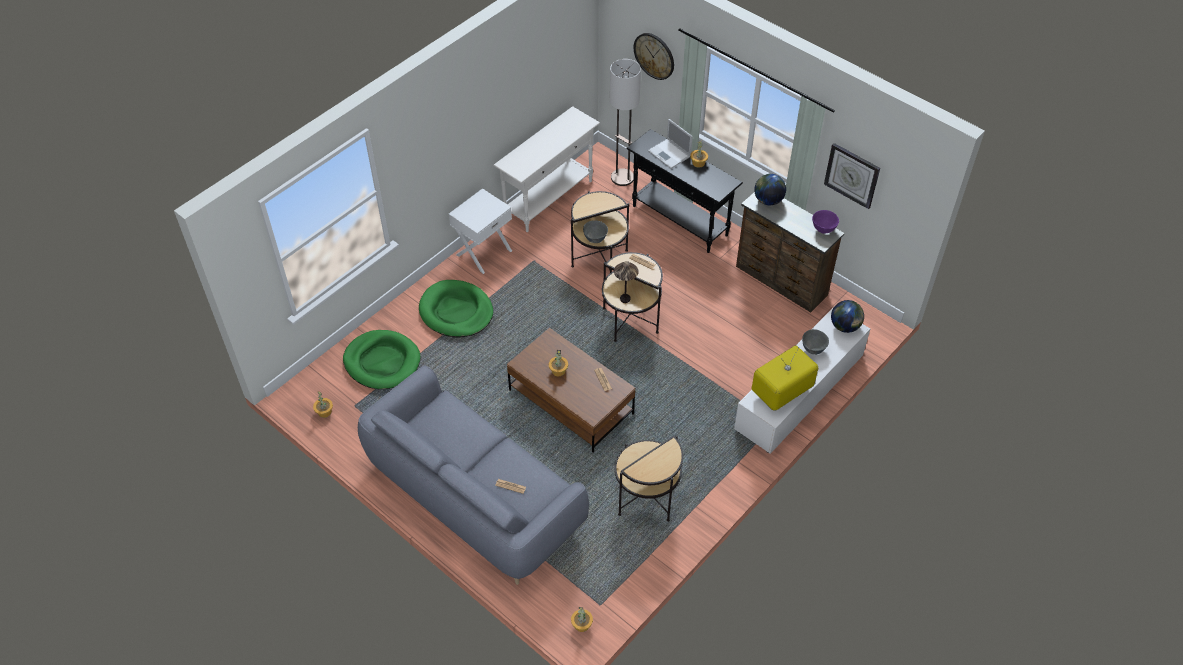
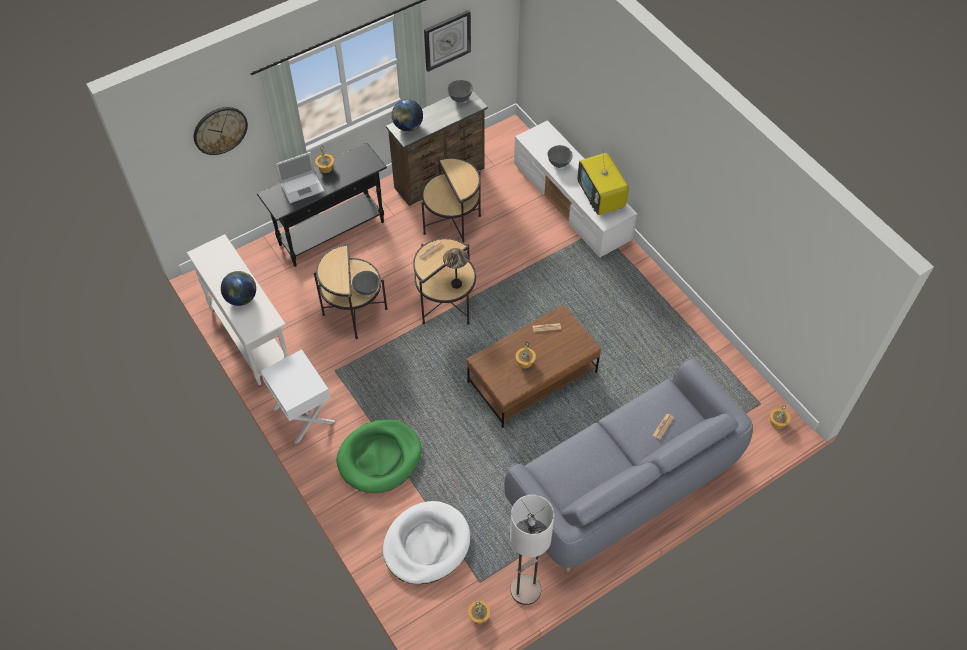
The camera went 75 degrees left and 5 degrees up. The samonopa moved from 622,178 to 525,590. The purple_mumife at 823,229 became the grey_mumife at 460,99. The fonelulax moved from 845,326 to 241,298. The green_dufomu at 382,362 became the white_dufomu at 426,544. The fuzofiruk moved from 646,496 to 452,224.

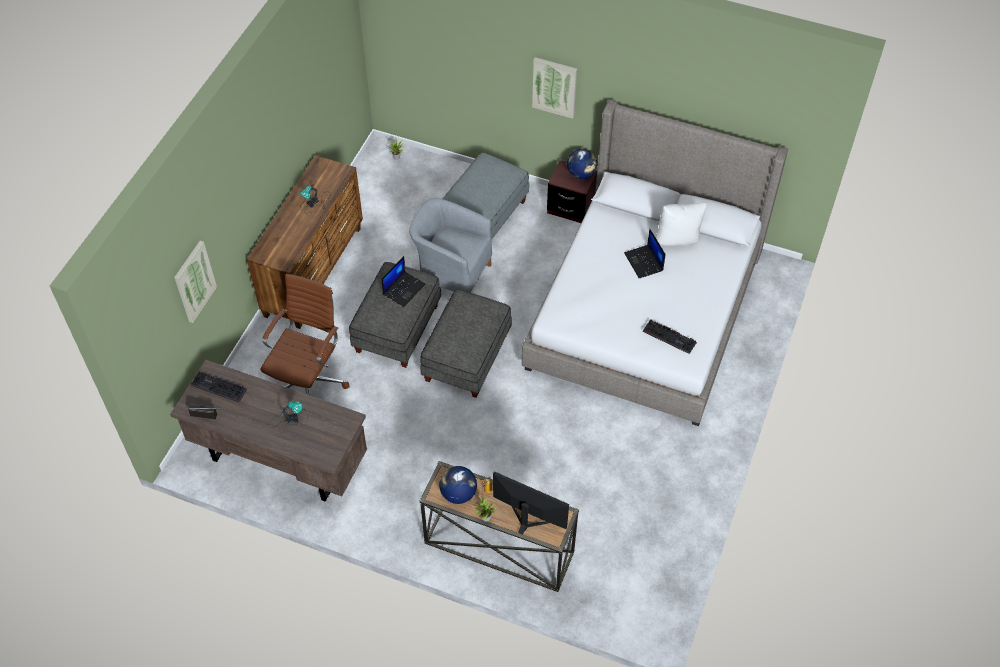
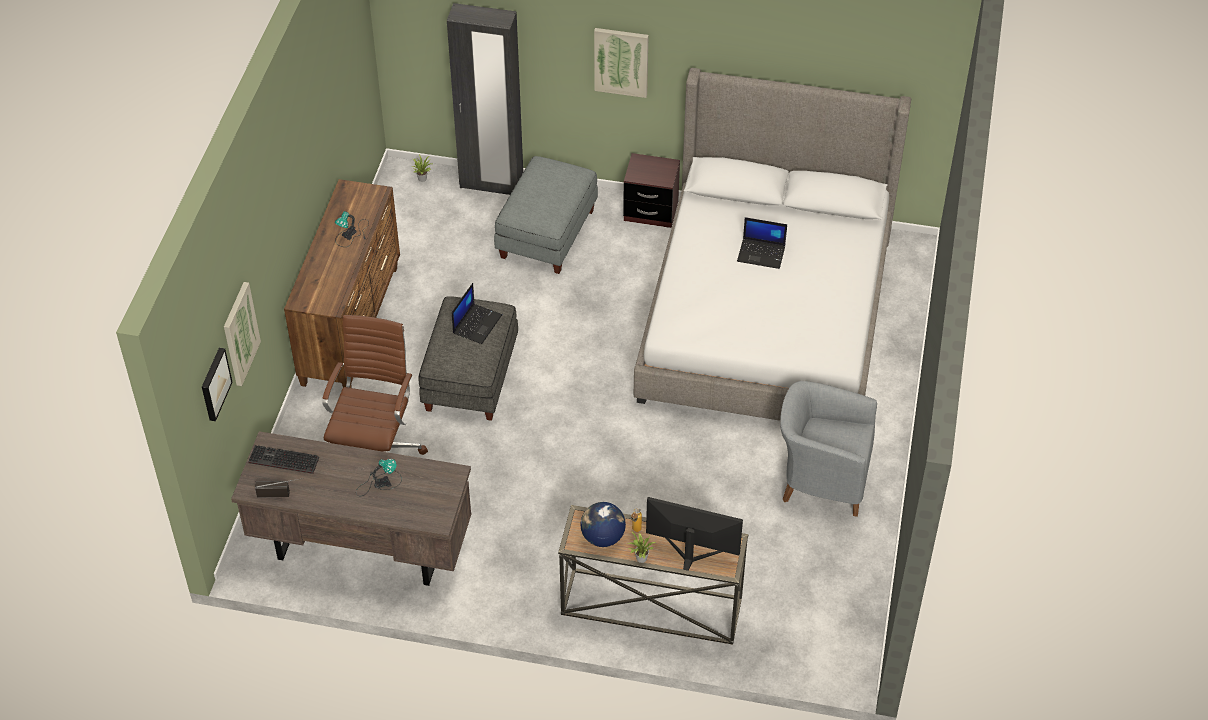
The camera went 10 degrees left and 5 degrees down. The fonelulax at 581,174 disappeared. The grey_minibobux moved from 451,274 to 821,479. The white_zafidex at 677,239 disappeared. The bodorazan at 644,262 turned 45 degrees counterclockwise. The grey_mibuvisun at 466,356 disappeared. The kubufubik at 670,337 disappeared. The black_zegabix at 491,184 appeared. The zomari at 214,384 appeared.

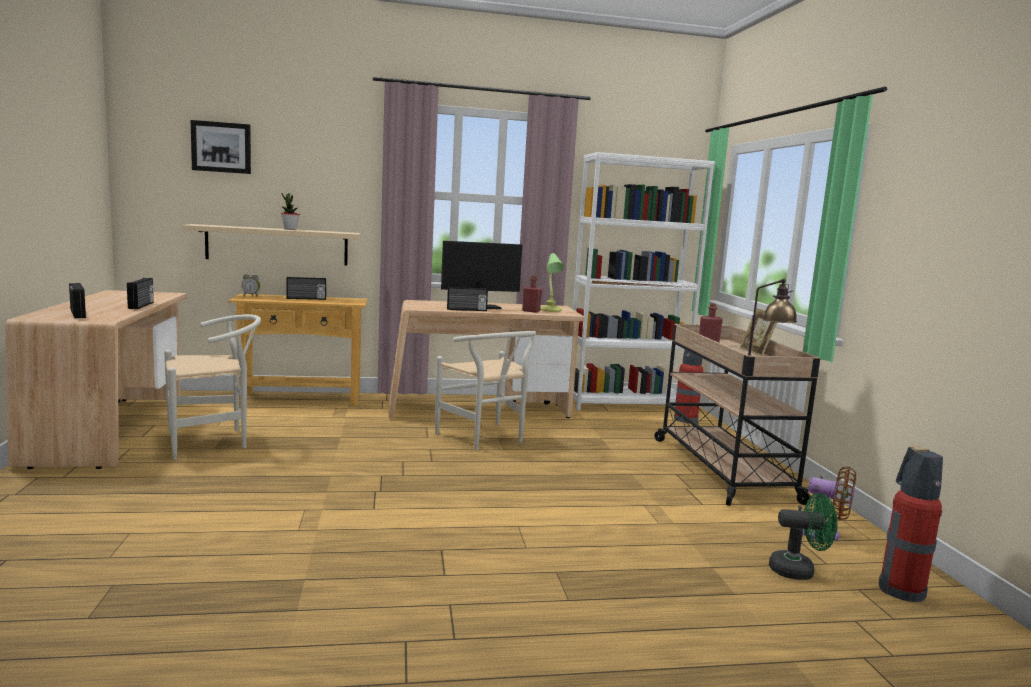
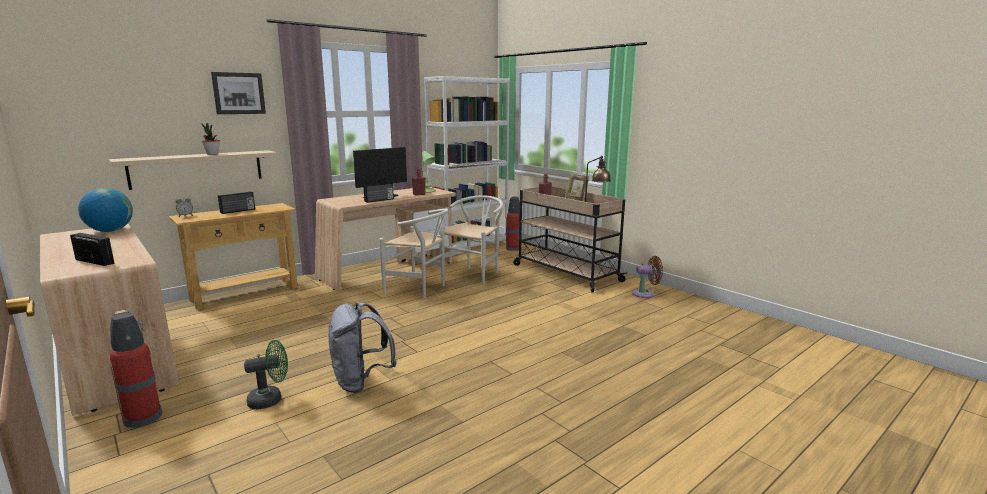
The camera went 30 degrees left and 5 degrees up. The zomari moved from 221,147 to 238,93. The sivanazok at 142,305 disappeared. The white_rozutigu moved from 214,441 to 474,274. The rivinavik moved from 900,589 to 143,417. The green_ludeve moved from 798,570 to 270,399. The fonelulax at 110,231 appeared. The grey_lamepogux at 361,382 appeared.

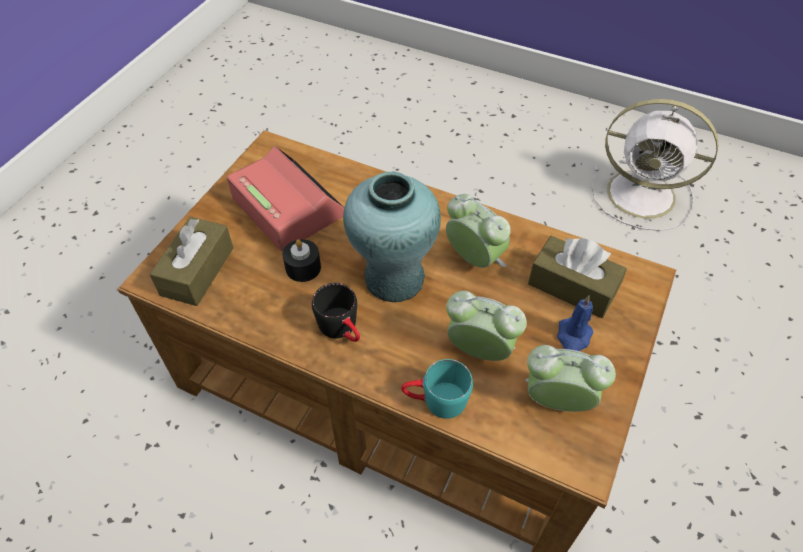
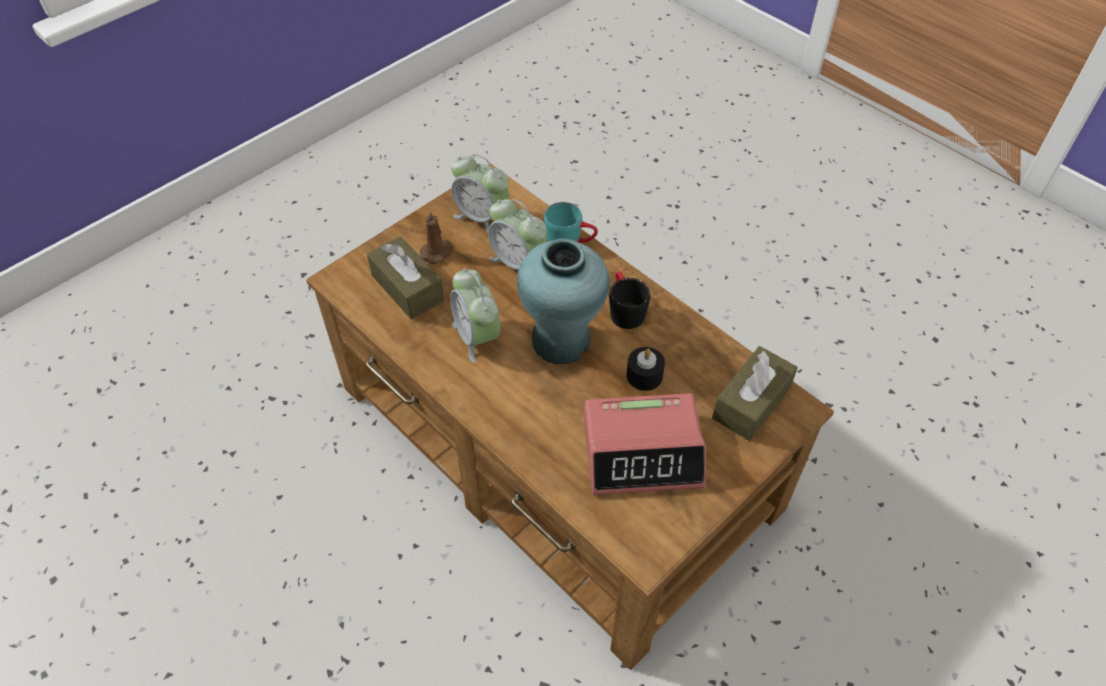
The camera went 160 degrees left and 0 degrees up. The white_ludeve at 644,195 disappeared. The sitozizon at 288,206 turned 75 degrees counterclockwise. The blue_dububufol at 573,337 became the brown_dububufol at 437,252.

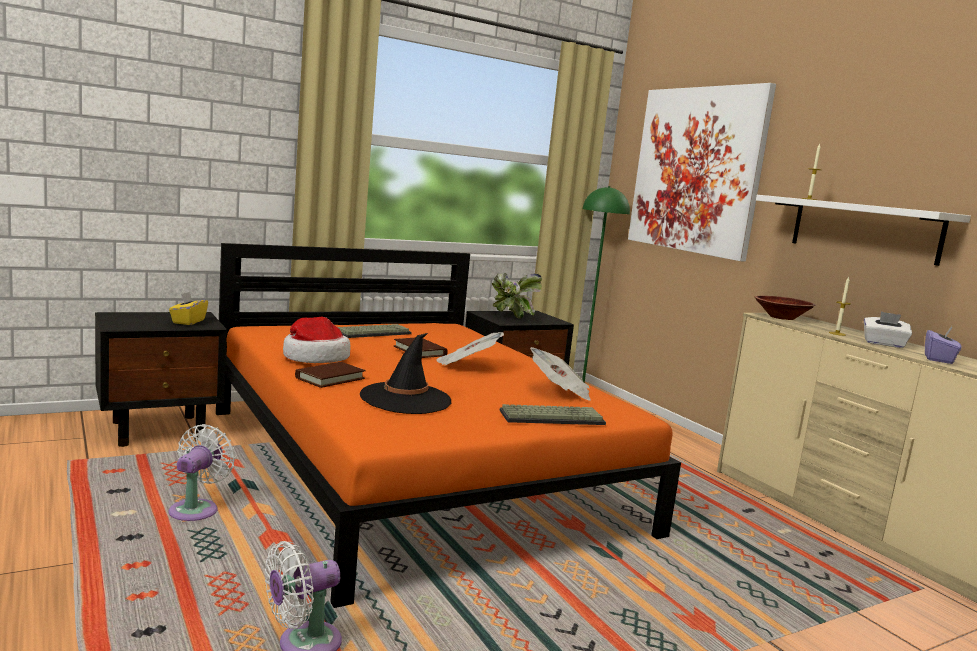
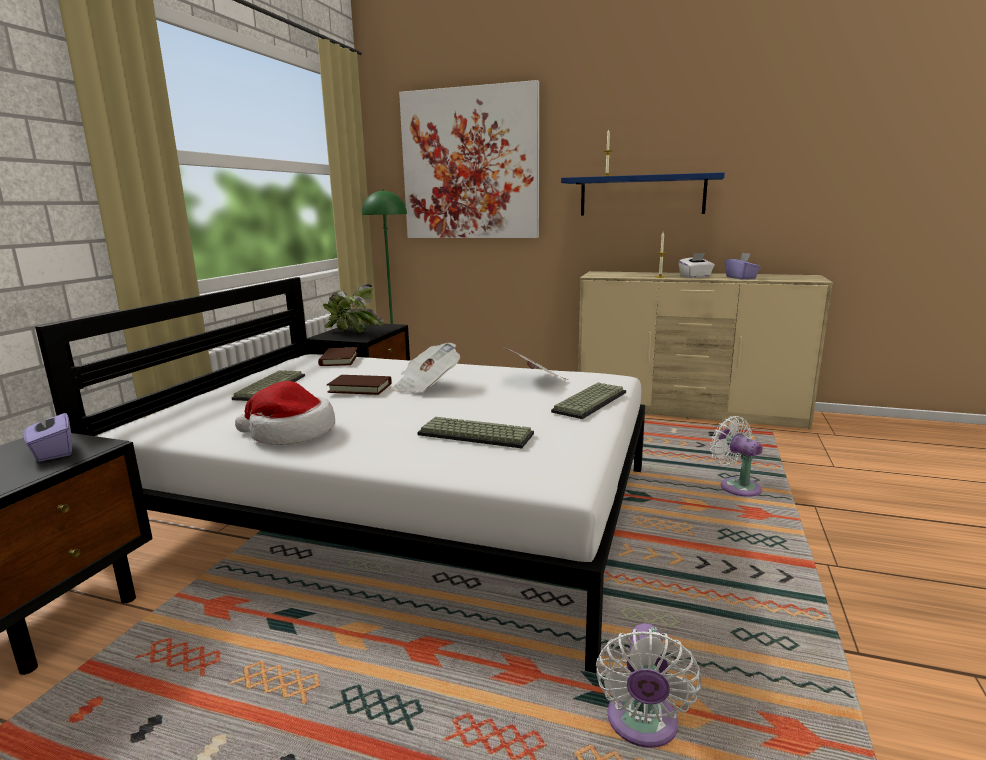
The camera went 40 degrees left and 5 degrees up. The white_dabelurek at 864,229 became the blue_dabelurek at 642,195. The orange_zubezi at 414,467 became the white_zubezi at 403,507. The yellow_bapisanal at 188,321 became the purple_bapisanal at 53,452. The brown_mumife at 781,317 disappeared. The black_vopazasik at 405,399 was replaced by the kubufubik at 473,435. The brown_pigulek moved from 330,378 to 339,360. The white_ludeve moved from 196,509 to 736,486.

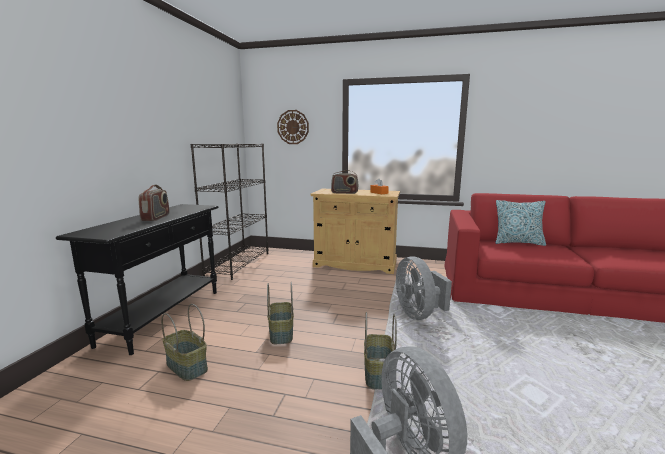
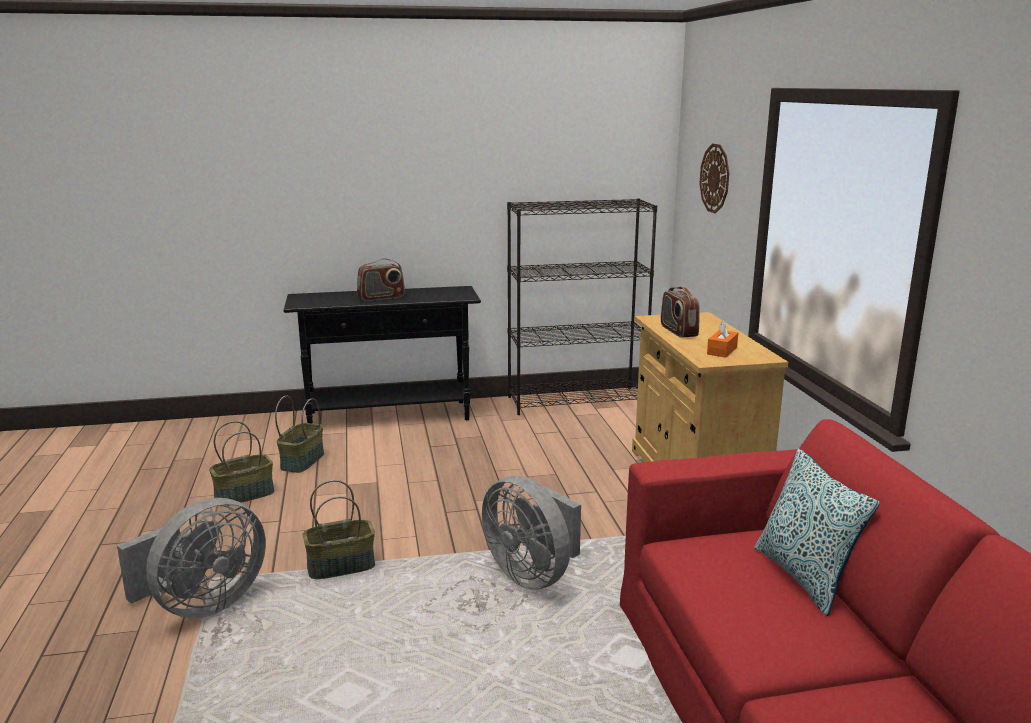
The camera went 65 degrees right and 5 degrees up. The grey_ludeve at 418,314 turned 90 degrees counterclockwise. The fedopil moved from 280,333 to 244,494.

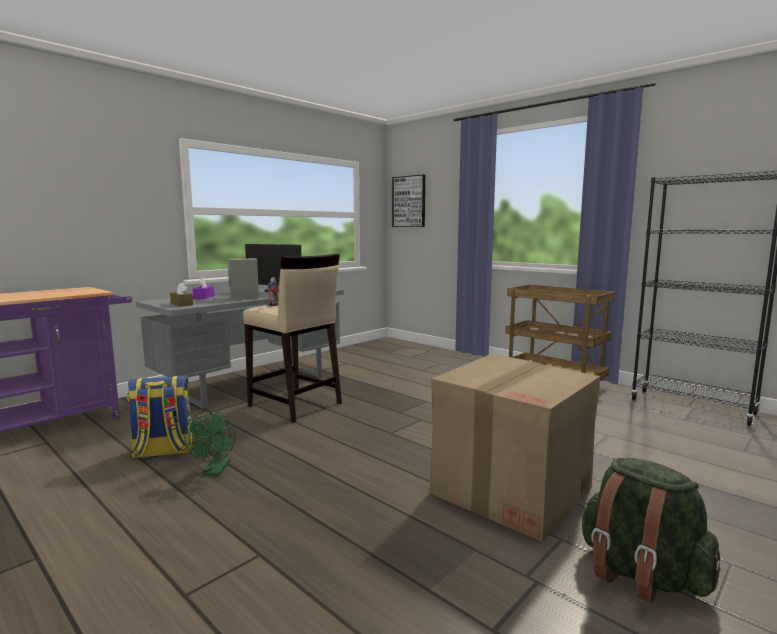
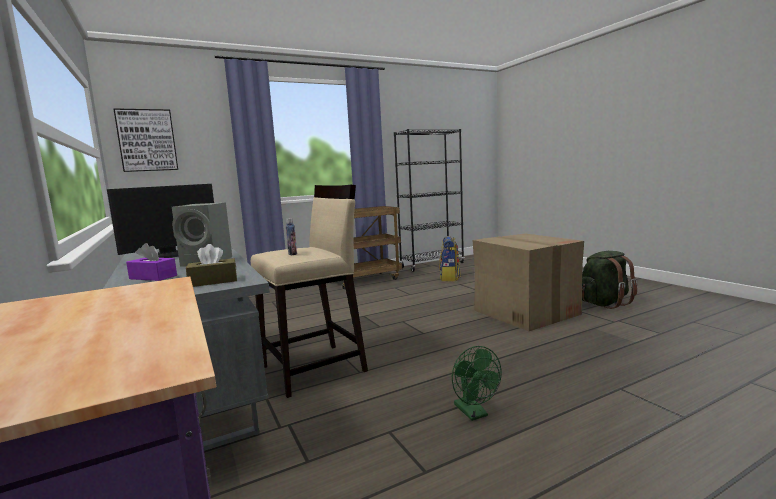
The camera went 70 degrees left and 0 degrees up. The lamepogux moved from 163,451 to 449,278. The green_ludeve at 215,471 turned 45 degrees clockwise.

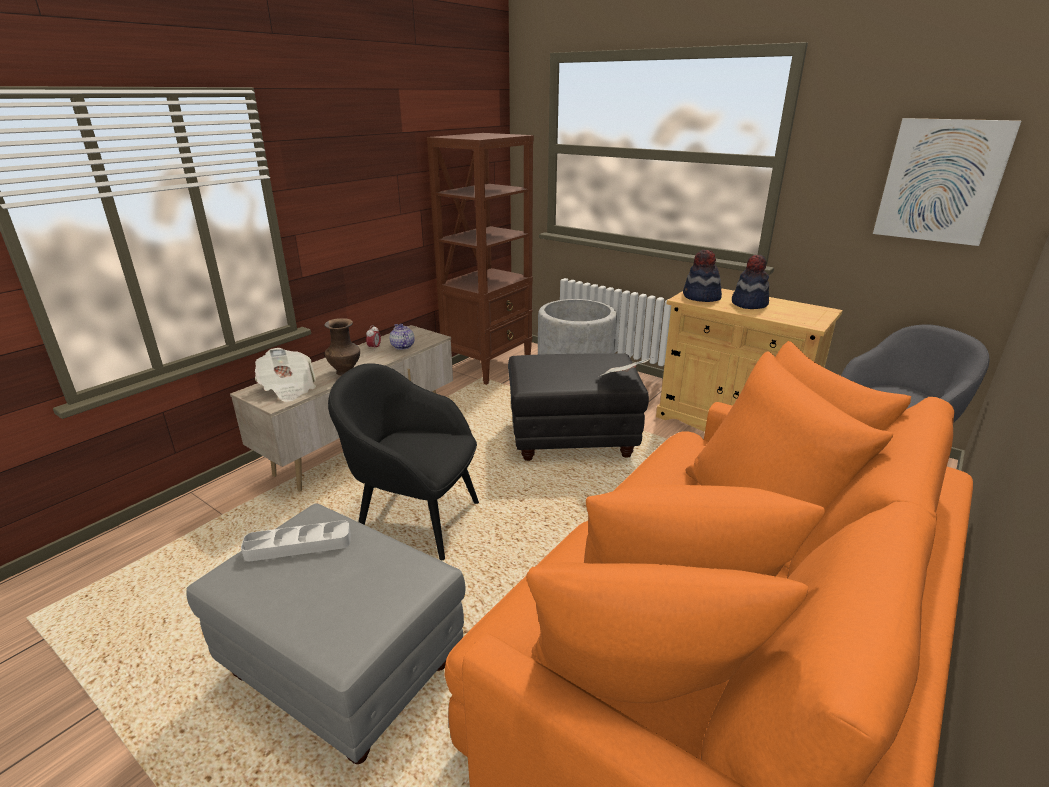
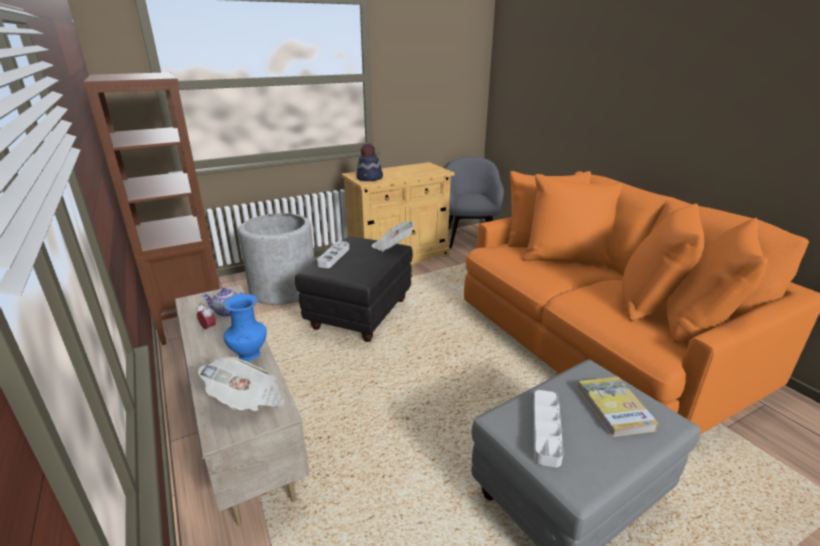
The camera went 65 degrees left and 0 degrees up. The zomari at 941,181 disappeared. The vopazasik at 749,304 disappeared. The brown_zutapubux at 345,372 became the blue_zutapubux at 249,354. The black_minibobux at 416,520 disappeared. The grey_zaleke at 334,257 appeared. The pigulek at 614,408 appeared.

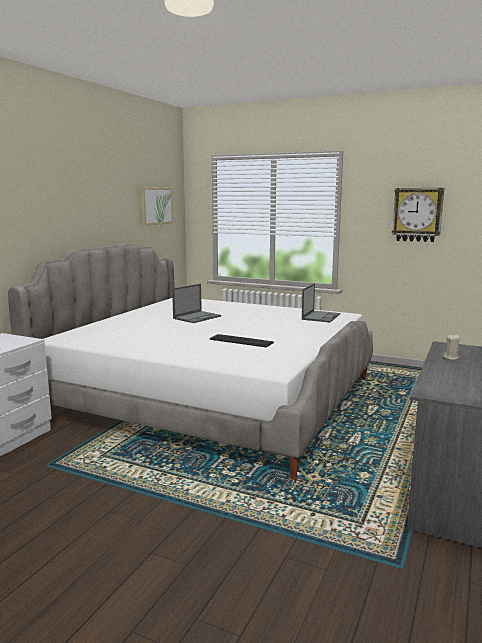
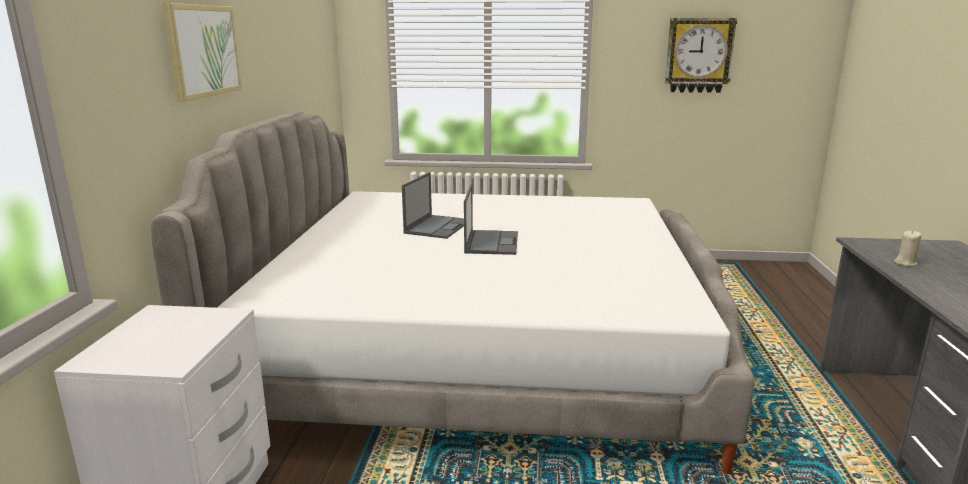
The camera went 20 degrees left and 5 degrees up. The zomari moved from 156,205 to 203,50. The bodorazan moved from 321,316 to 491,242. The kubufubik at 241,340 disappeared.

